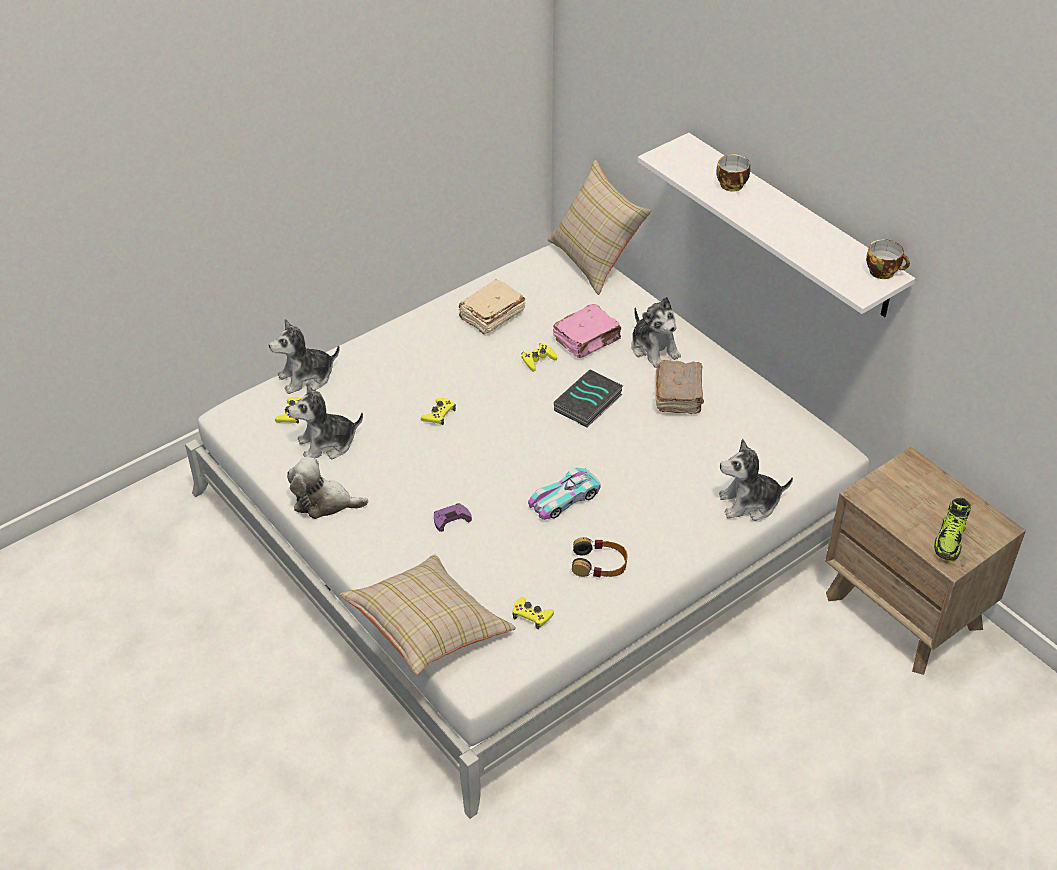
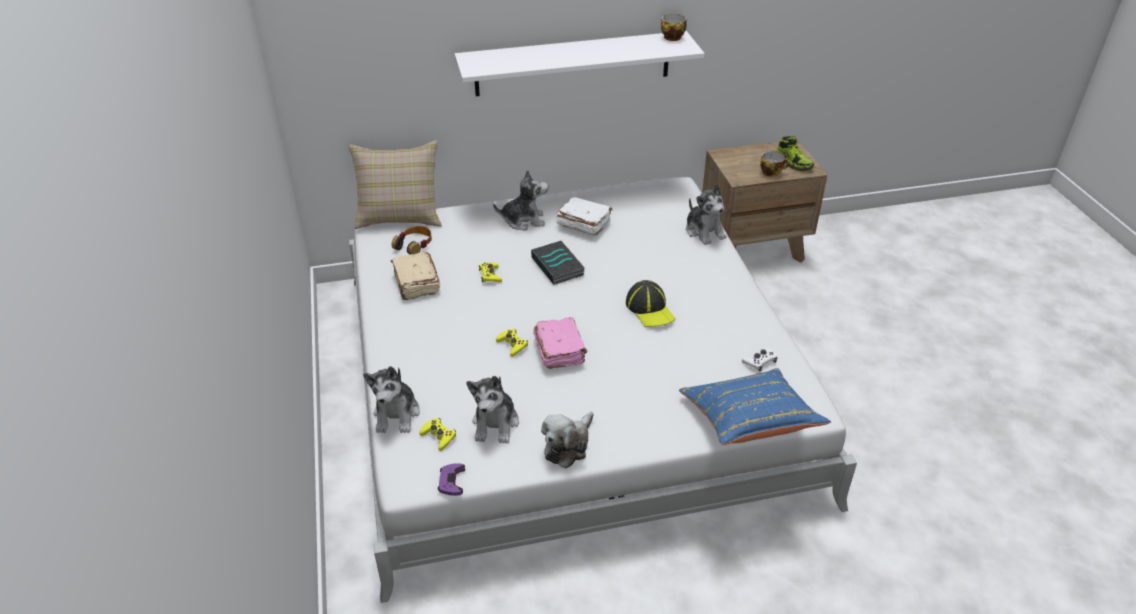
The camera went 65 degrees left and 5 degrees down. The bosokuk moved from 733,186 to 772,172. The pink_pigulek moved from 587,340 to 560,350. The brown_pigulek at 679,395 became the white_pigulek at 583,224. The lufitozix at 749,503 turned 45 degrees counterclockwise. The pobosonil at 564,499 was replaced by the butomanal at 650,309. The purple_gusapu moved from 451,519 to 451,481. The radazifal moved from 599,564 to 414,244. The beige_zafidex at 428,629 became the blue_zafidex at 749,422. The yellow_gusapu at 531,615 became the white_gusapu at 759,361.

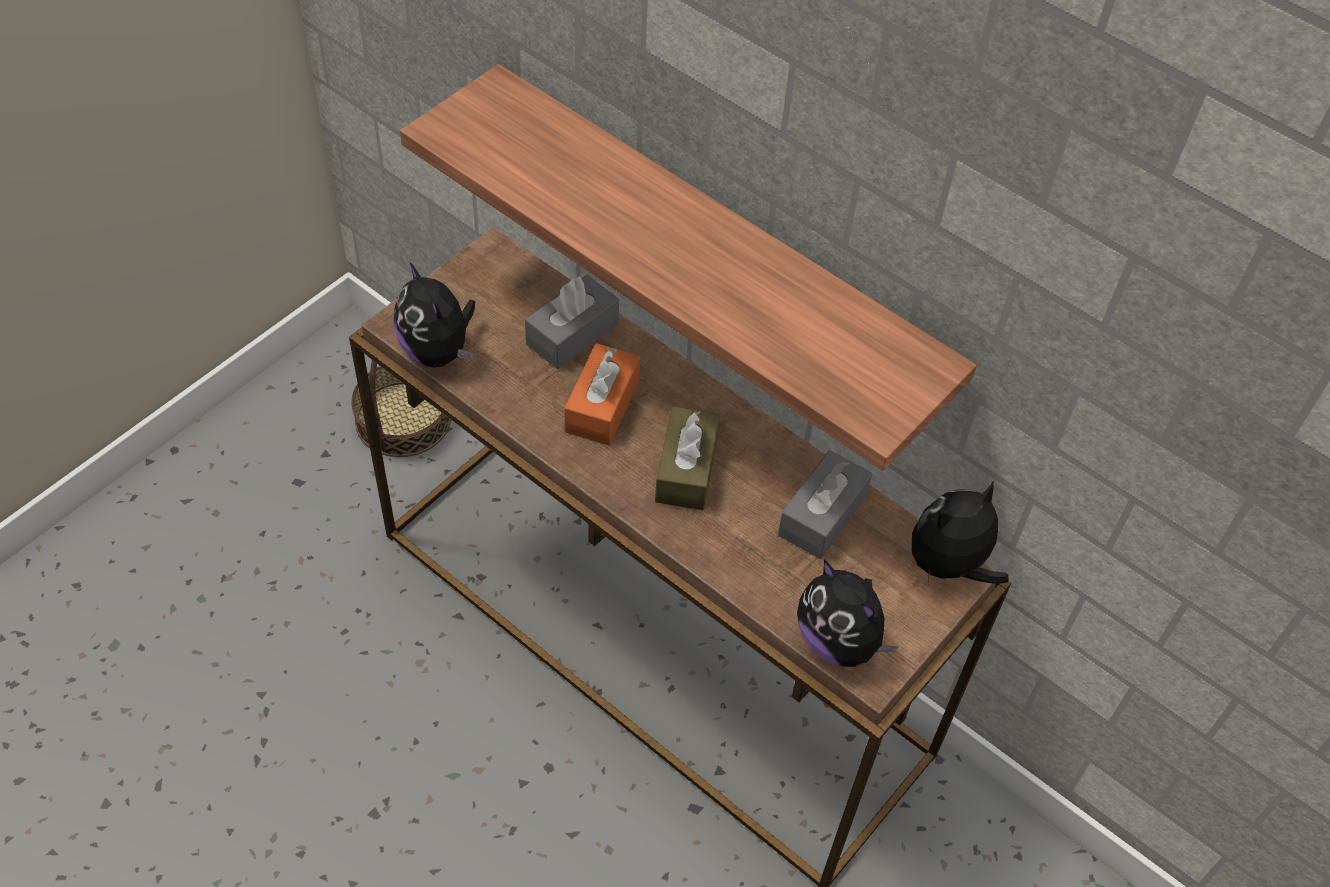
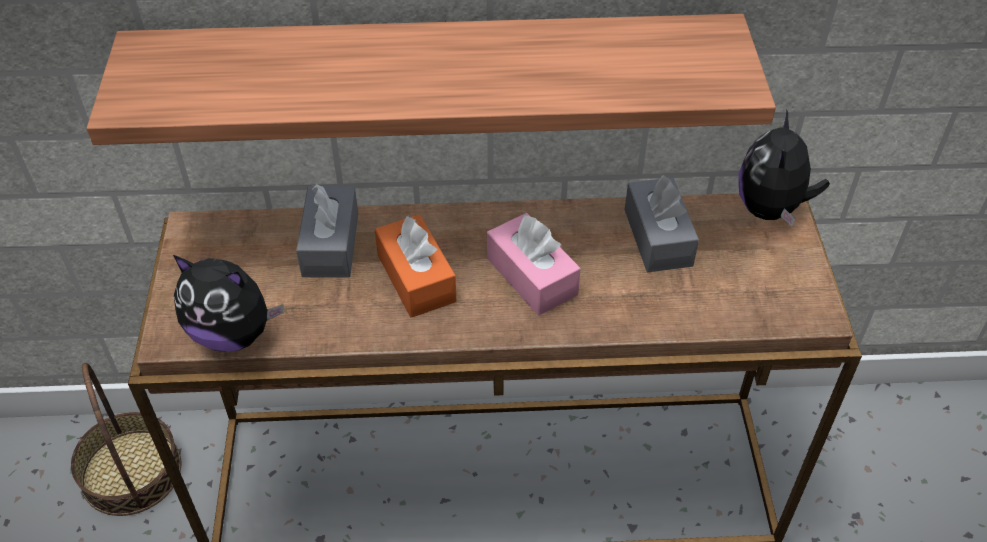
The camera went 40 degrees left and 5 degrees down. The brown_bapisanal at 686,469 became the pink_bapisanal at 531,276. The lufitozix at 839,641 disappeared.

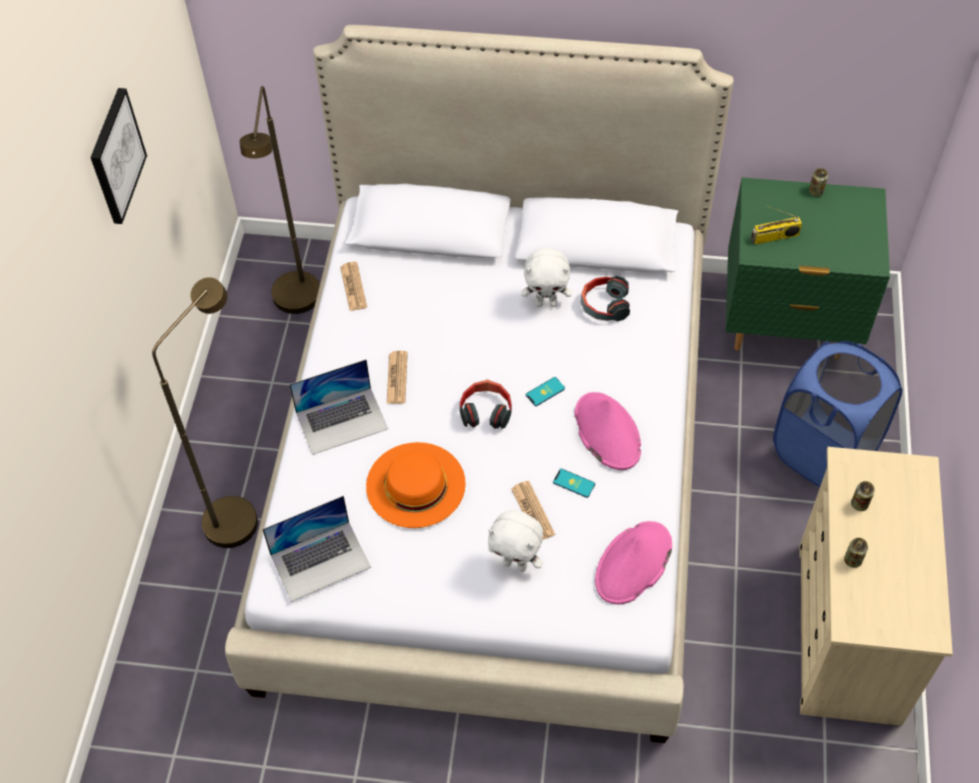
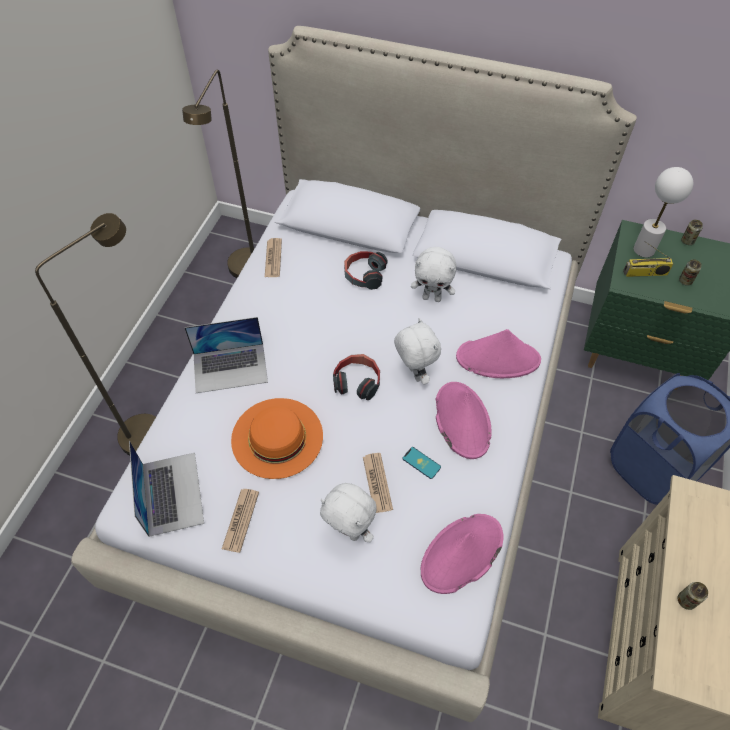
The camera went 10 degrees right and 0 degrees up. The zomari at 115,156 disappeared. The radazifal moved from 604,305 to 364,275. The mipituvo moved from 397,378 to 240,520. The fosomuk at 545,392 was replaced by the white_lufitozix at 414,374. The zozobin moved from 859,504 to 685,281. The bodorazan at 320,561 turned 90 degrees counterclockwise. The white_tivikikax at 644,250 appeared. The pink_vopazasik at 498,358 appeared.

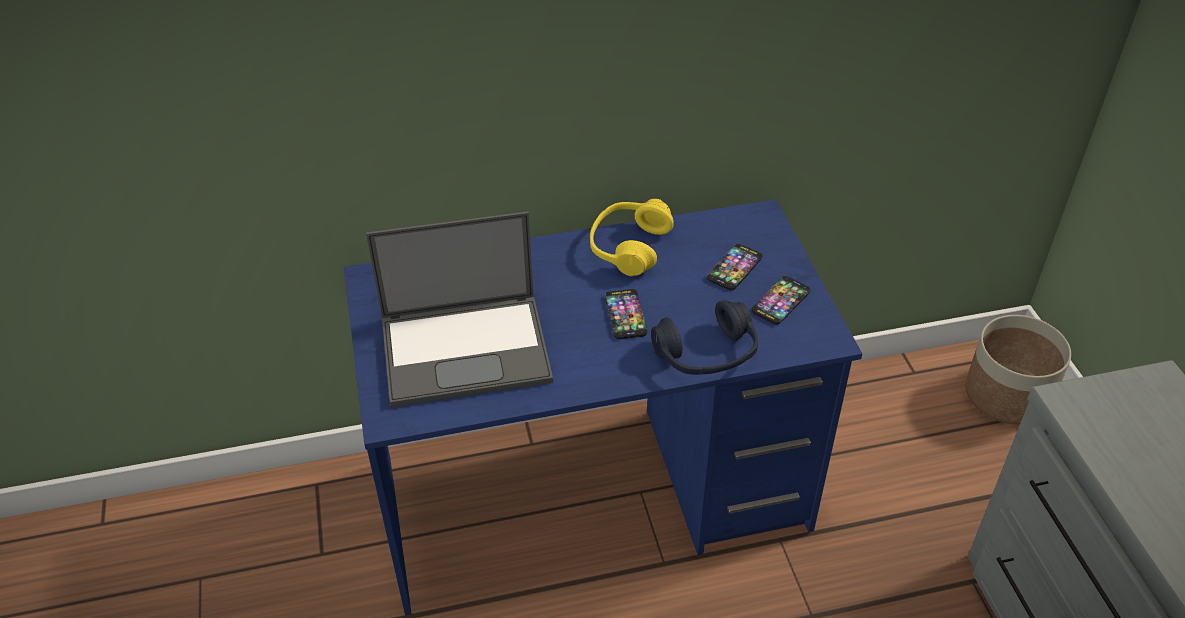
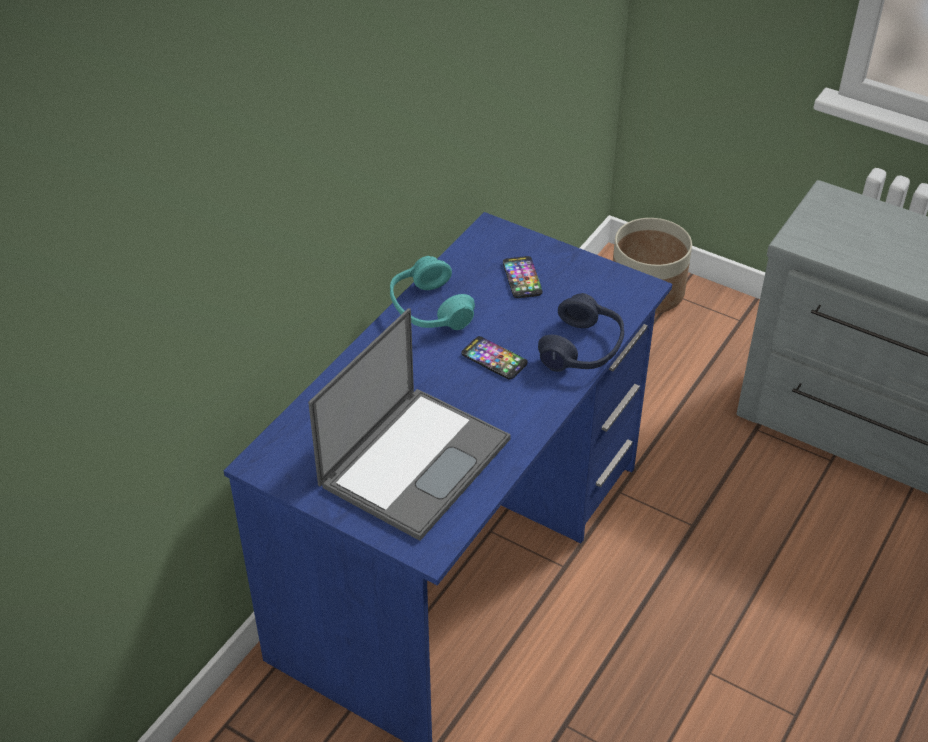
The camera went 45 degrees left and 0 degrees up. The yellow_radazifal at 629,247 became the turquoise_radazifal at 429,309. The fosomuk at 780,301 disappeared.

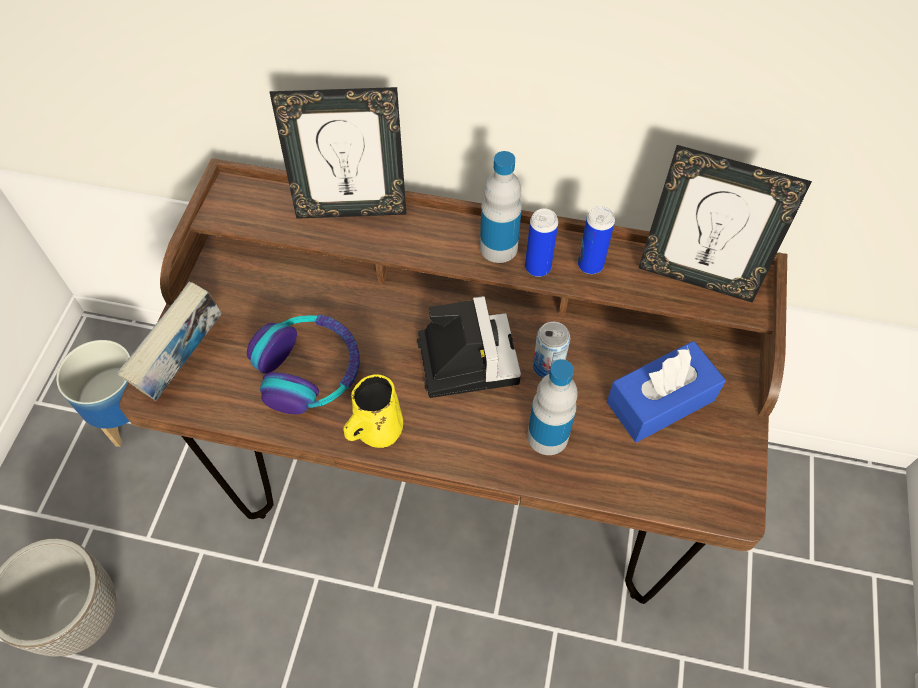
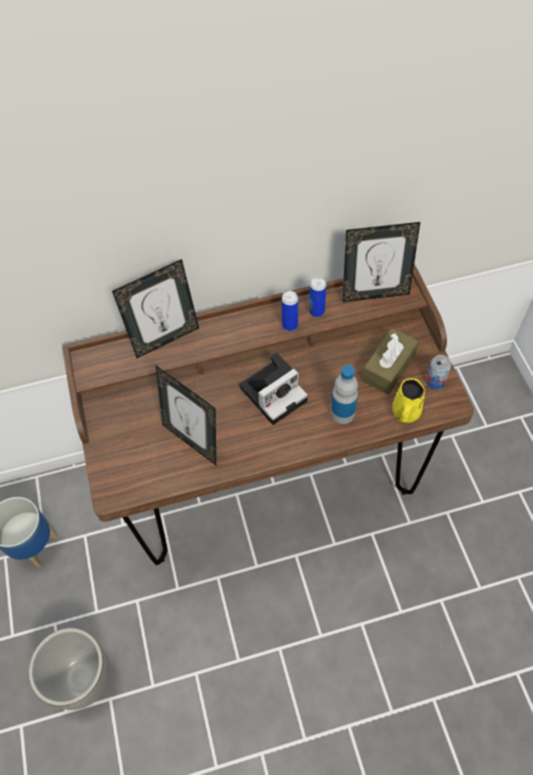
The camera went 25 degrees left and 0 degrees up. The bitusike at 498,247 disappeared. The pigulek at 185,365 disappeared. The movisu at 466,356 turned 90 degrees clockwise. The radazifal at 309,370 was replaced by the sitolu at 193,440. The zozobin moved from 548,365 to 435,382. The blue_bapisanal at 660,401 became the brown_bapisanal at 388,367. The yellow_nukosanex moved from 377,430 to 405,413.

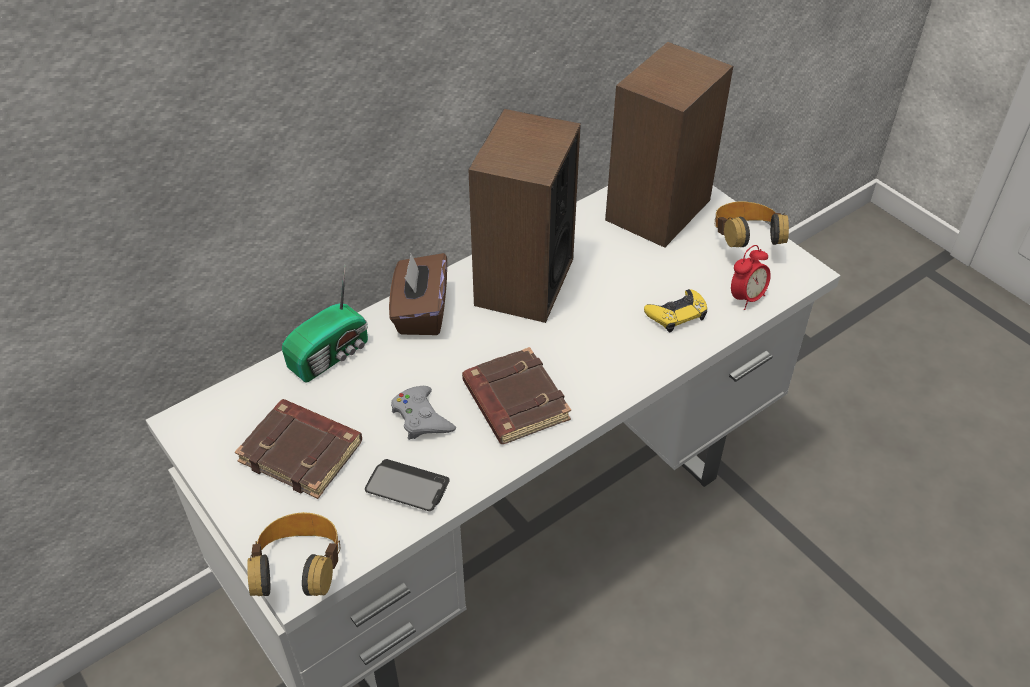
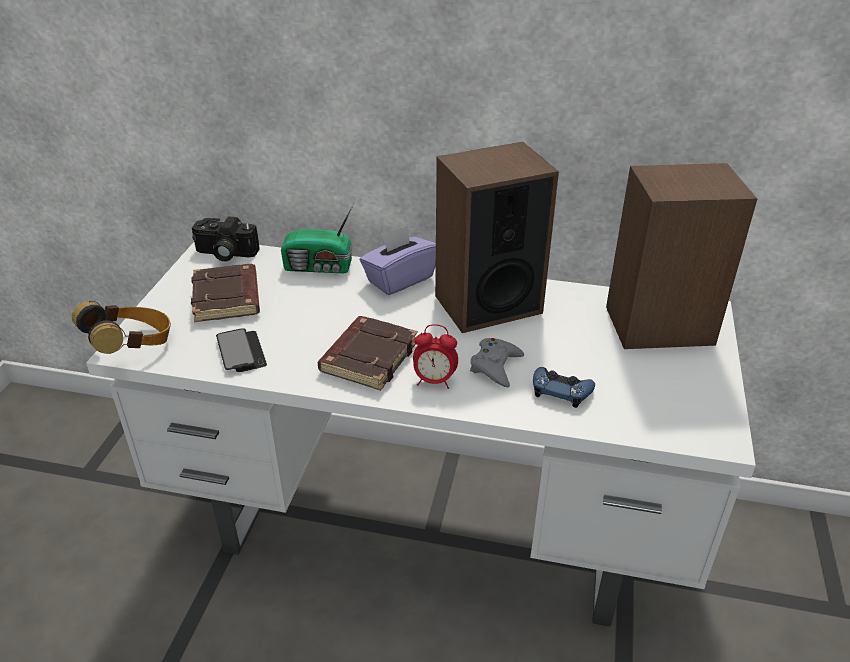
The camera went 50 degrees right and 10 degrees down. The radazifal at 745,241 disappeared. The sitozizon moved from 746,298 to 434,381. The brown_bapisanal at 420,312 became the purple_bapisanal at 399,279. The yellow_gusapu at 676,314 became the blue_gusapu at 561,390. The grey_gusapu moved from 421,418 to 495,366. The movisu at 225,254 appeared.

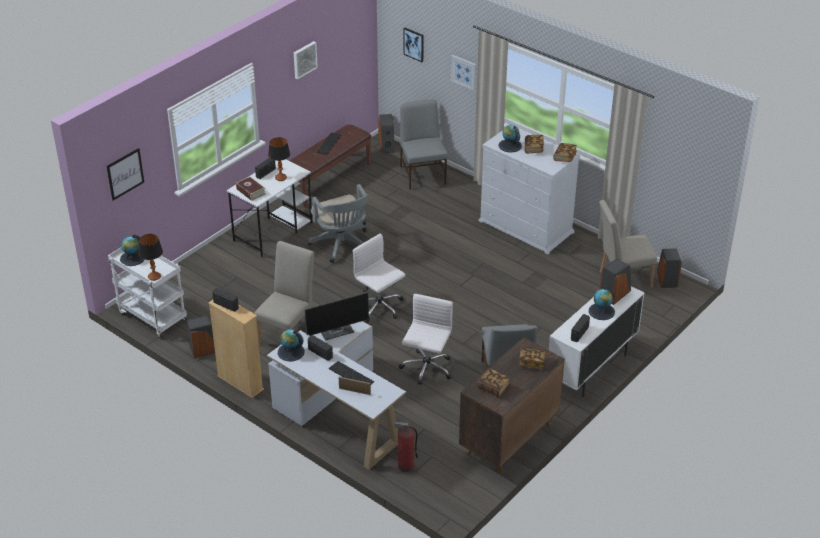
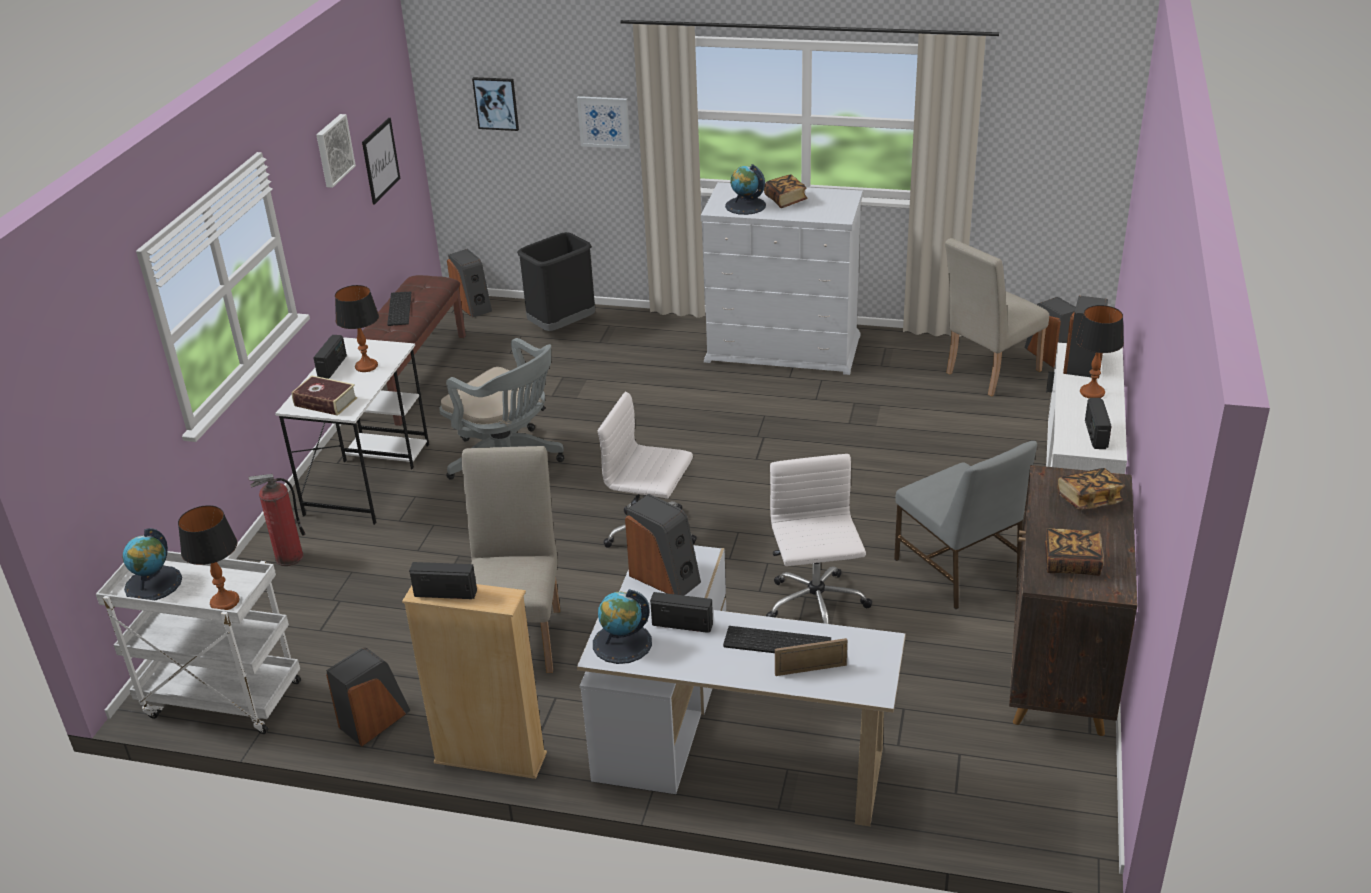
The camera went 25 degrees left and 5 degrees down. The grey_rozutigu at 423,174 was replaced by the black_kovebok at 562,326. The pigulek at 564,157 disappeared. The zomari moved from 125,174 to 380,160. The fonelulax at 601,311 was replaced by the tivikikax at 1092,392. The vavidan at 336,330 was replaced by the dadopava at 665,577. The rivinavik moved from 405,466 to 289,557.

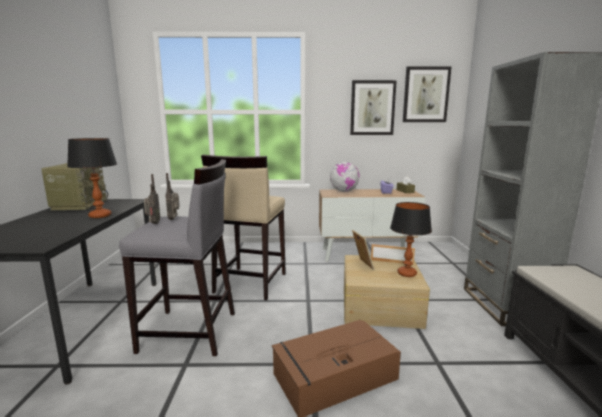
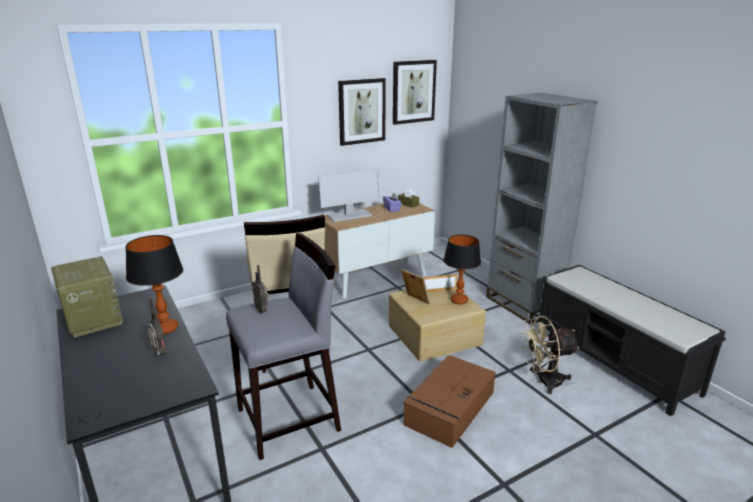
The camera went 30 degrees left and 10 degrees up. The fonelulax at 344,191 was replaced by the vavidan at 349,216. The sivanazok moved from 153,223 to 159,355. The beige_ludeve at 544,381 appeared.

